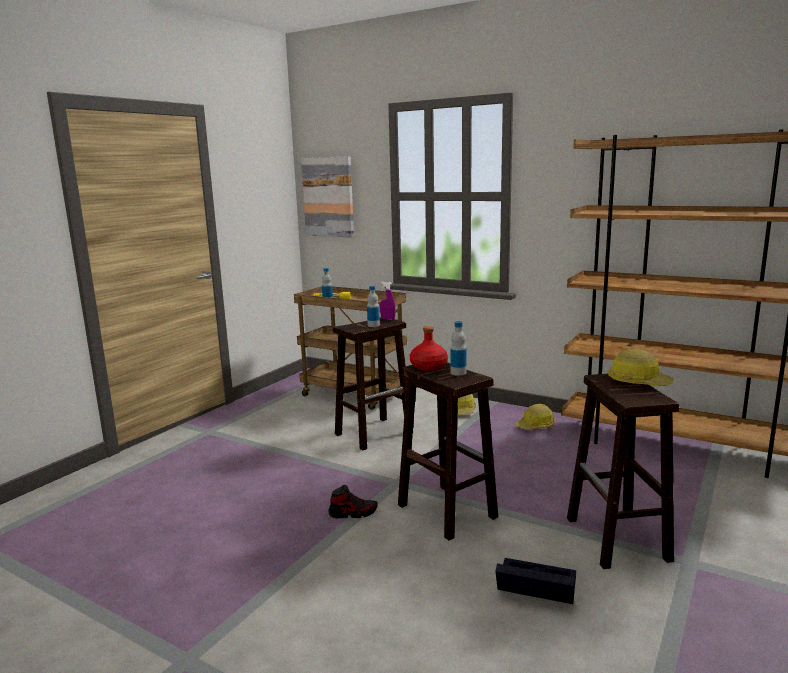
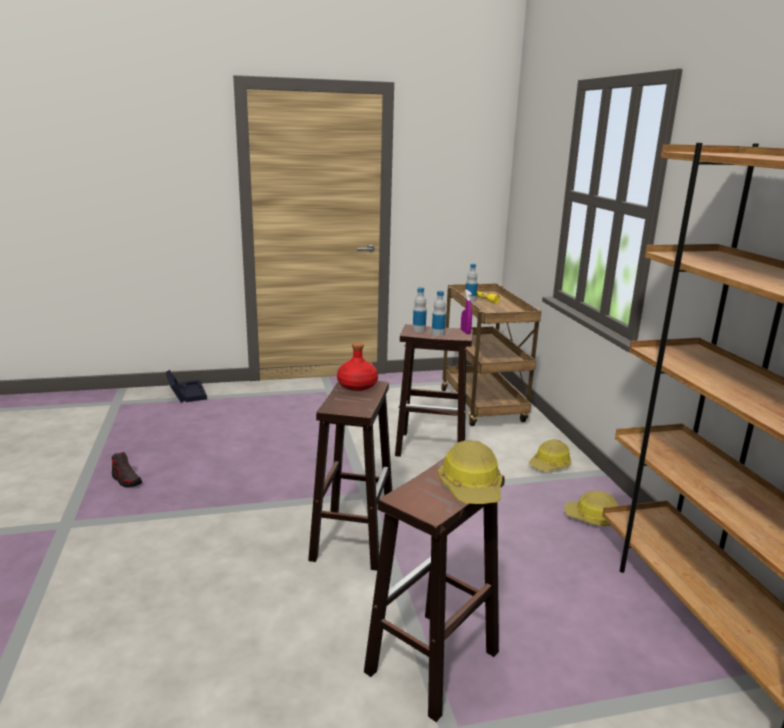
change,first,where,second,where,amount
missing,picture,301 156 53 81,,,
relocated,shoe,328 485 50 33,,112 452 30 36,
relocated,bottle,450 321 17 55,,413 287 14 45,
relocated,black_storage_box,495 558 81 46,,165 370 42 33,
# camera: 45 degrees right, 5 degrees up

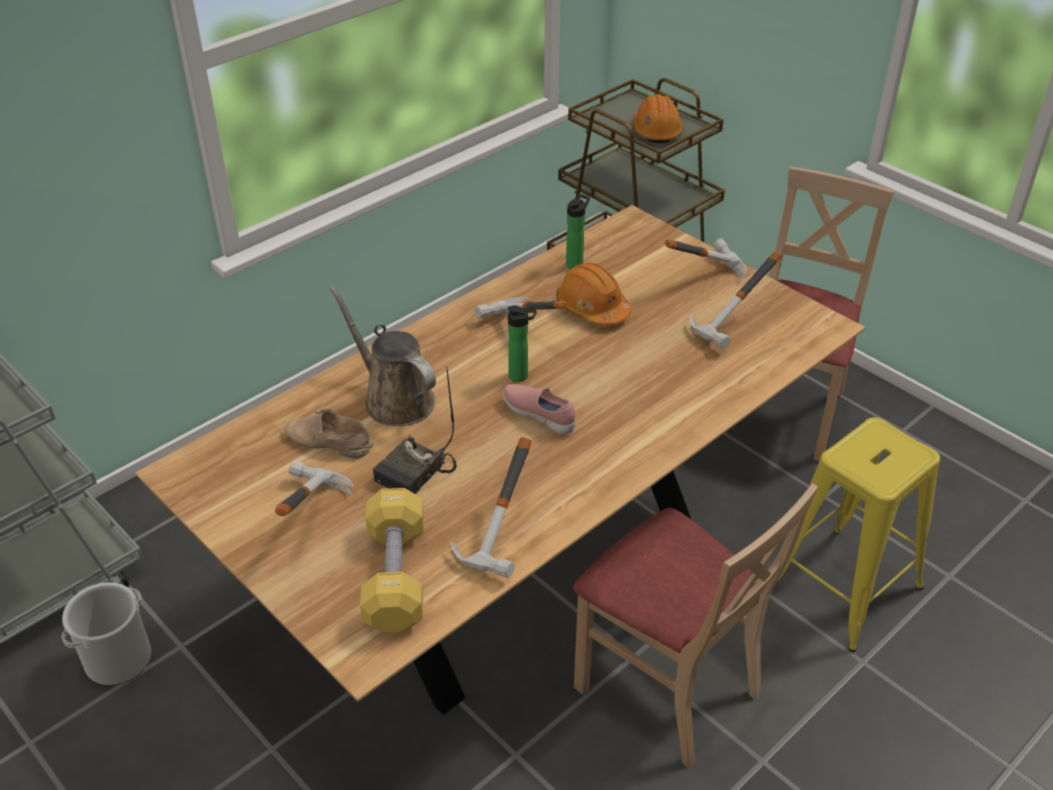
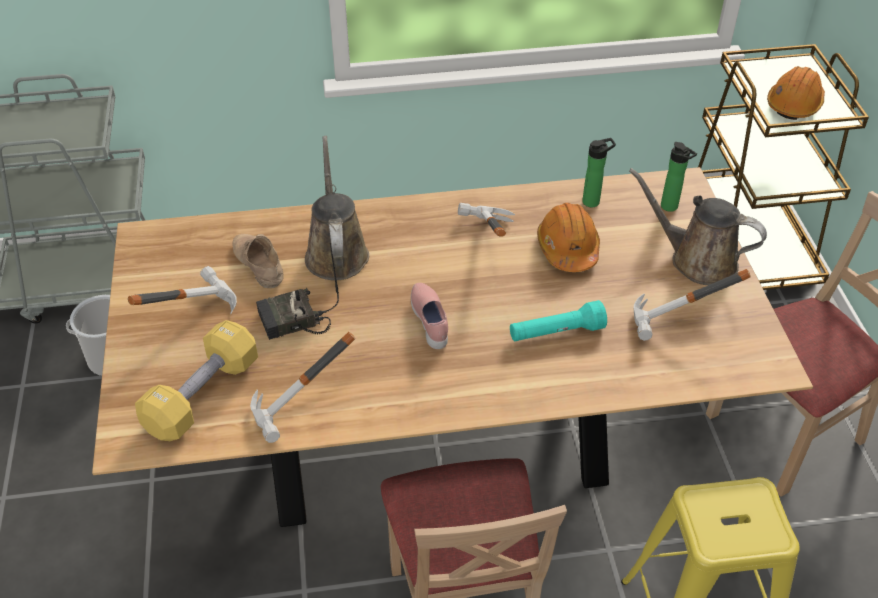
change,first,where,second,where,amount
appeared,,,turquoise_flashlight,510 300 97 41,
relocated,bottle,508 305 29 77,,661 142 36 70,
exchanged,hammer,665 239 82 41,brown_watering_can,629 168 138 117,
# camera: 35 degrees right, 5 degrees up

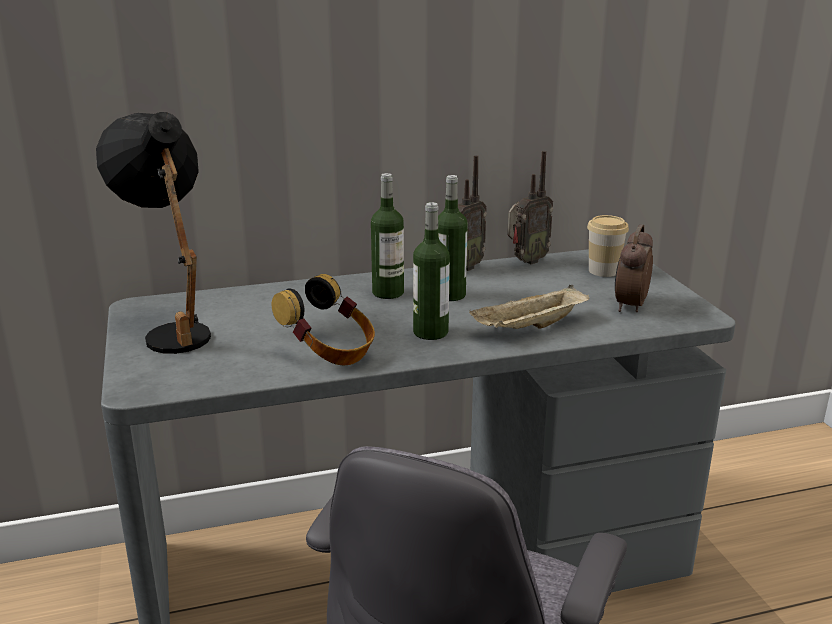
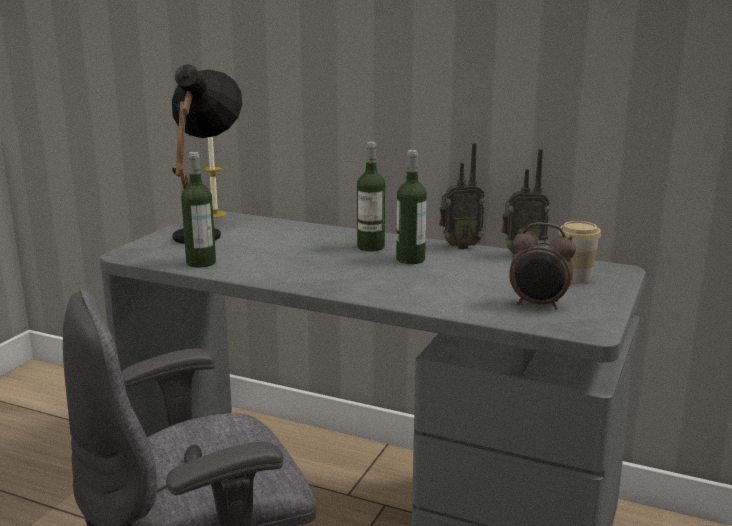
change,first,where,second,where,amount
missing,headphones,272 274 103 91,,,
missing,beige_tray,469 285 120 44,,,
appeared,,,candle,202 137 25 81,
relocated,bottle,413 202 37 138,,181 152 35 115,
spun,alarm_clock,615 224 38 88,,509 223 67 87,135 degrees counterclockwise
# camera: 40 degrees right, 5 degrees down

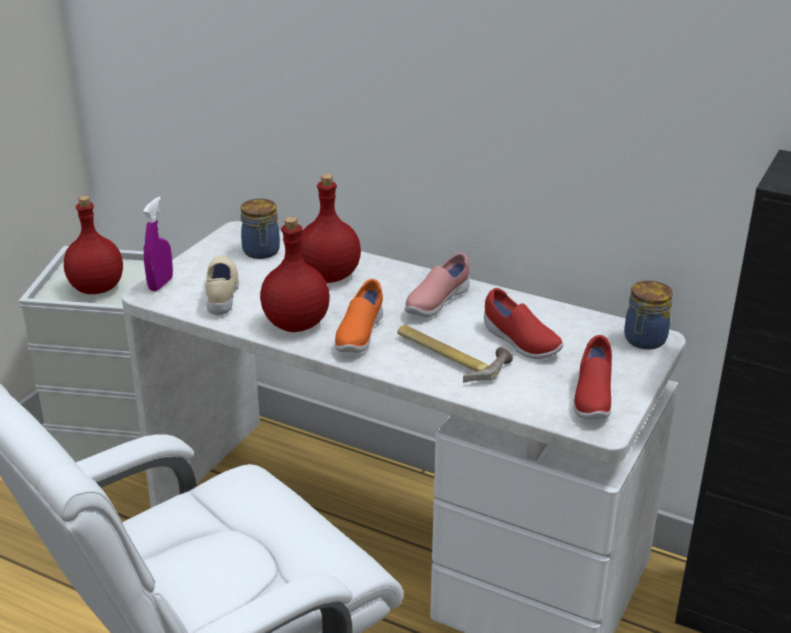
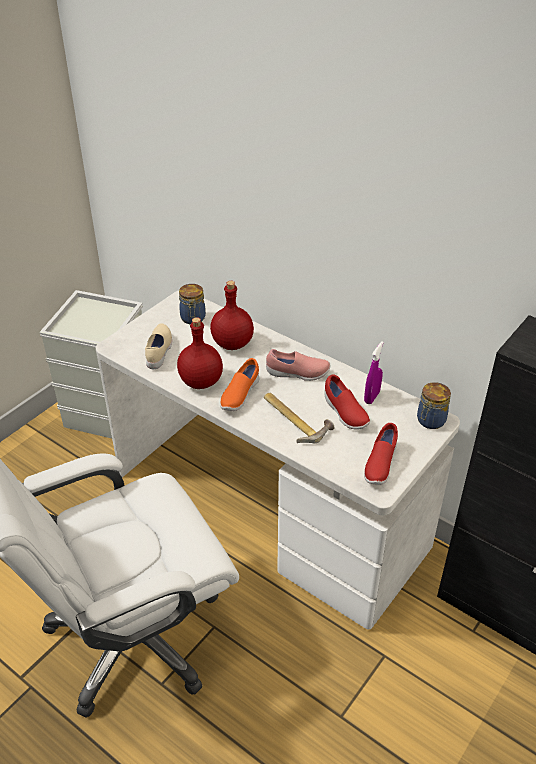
change,first,where,second,where,amount
missing,red_bottle,64 196 59 98,,,
relocated,purple_spray_bottle,143 197 30 94,,364 341 20 63,
spun,pink_shoe,405 253 65 64,,266 349 64 32,135 degrees counterclockwise
# camera: 10 degrees right, 10 degrees up

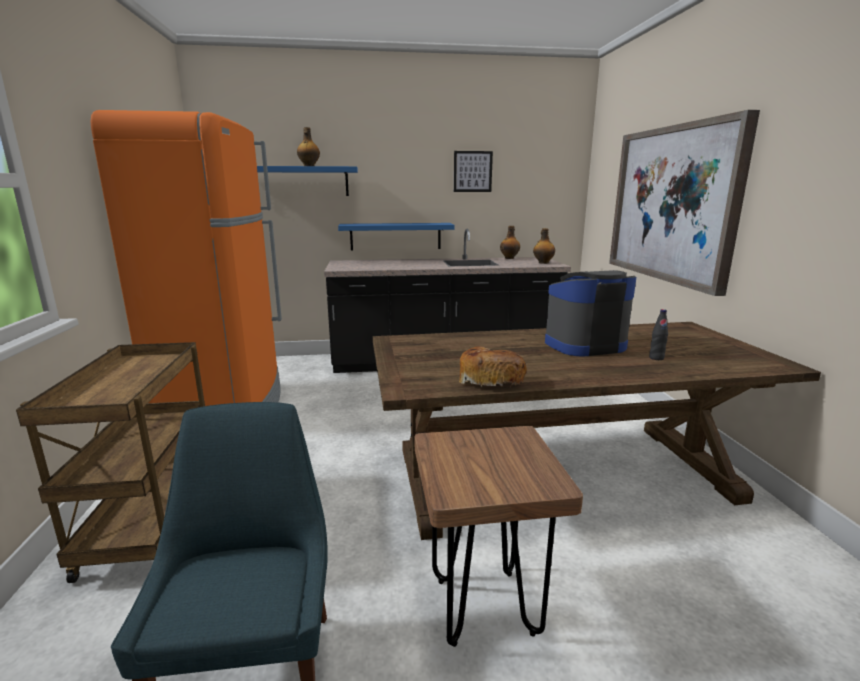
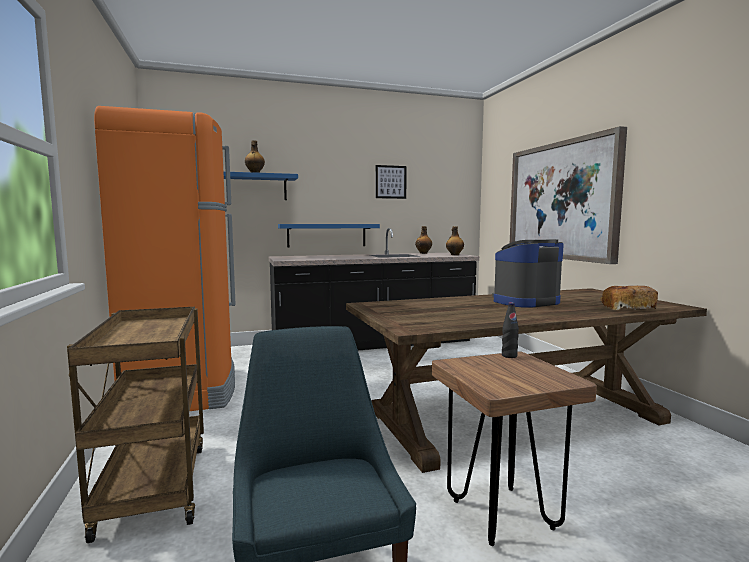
change,first,where,second,where,amount
relocated,bread,459 346 68 42,,600 286 58 24,
relocated,black_bottle,649 309 19 51,,502 302 17 56,
# camera: 10 degrees left, 10 degrees down

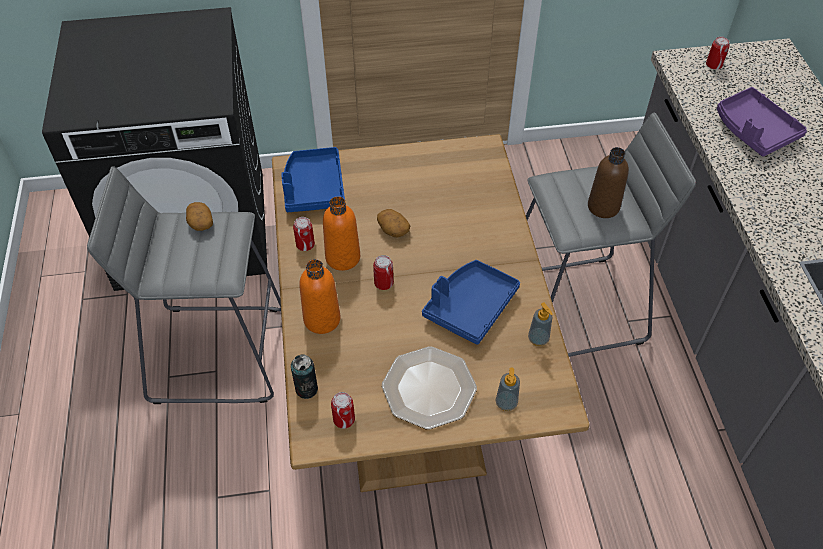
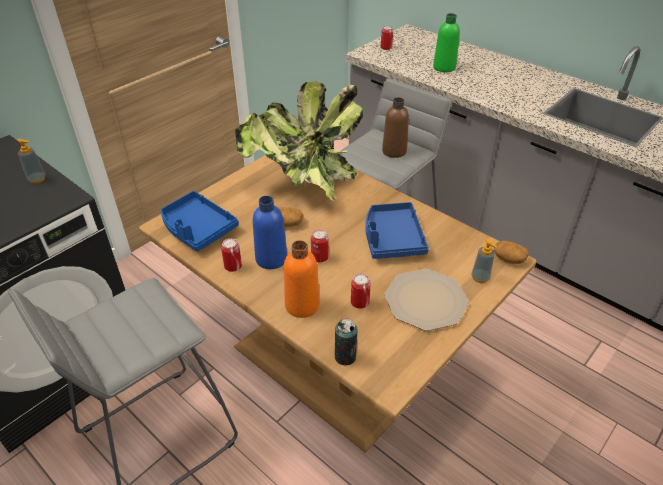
change,first,where,second,where,amount
appeared,,,potted_plant,235 81 128 119,
relocated,potato,186 202 27 29,,494 241 35 23,
relocated,can,331 392 24 37,,351 273 20 36,
relocated,soap_dispenser,528 302 25 44,,17 139 29 45,
exchanged,purple_tray,717 87 90 70,green_bottle,433 13 27 59,
colour,orange_bottle,323 196 37 75,blue_bottle,253 196 34 73,
# camera: 40 degrees left, 10 degrees down

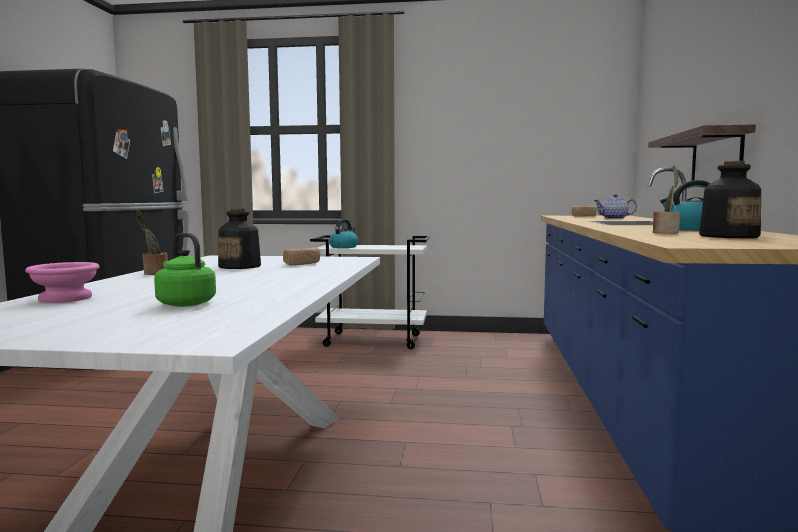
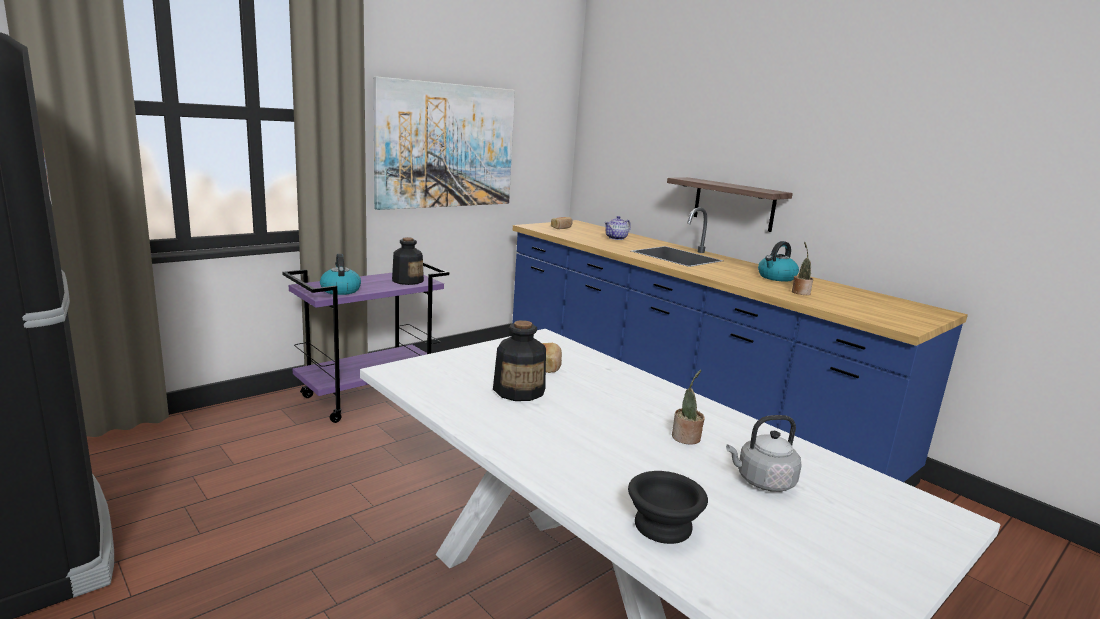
change,first,where,second,where,amount
appeared,,,picture,373 76 142 134,
relocated,potted_plant,136 210 32 65,,672 370 33 75,
relocated,bottle,699 161 62 77,,392 237 32 48,
colour,pink_bowl,25 262 75 41,black_bowl,628 471 80 73,
colour,green_kettle,154 233 62 74,grey_kettle,726 415 76 77,
colour,white_cart,310 235 120 114,purple_cart,282 262 167 161,
# camera: 50 degrees left, 10 degrees up

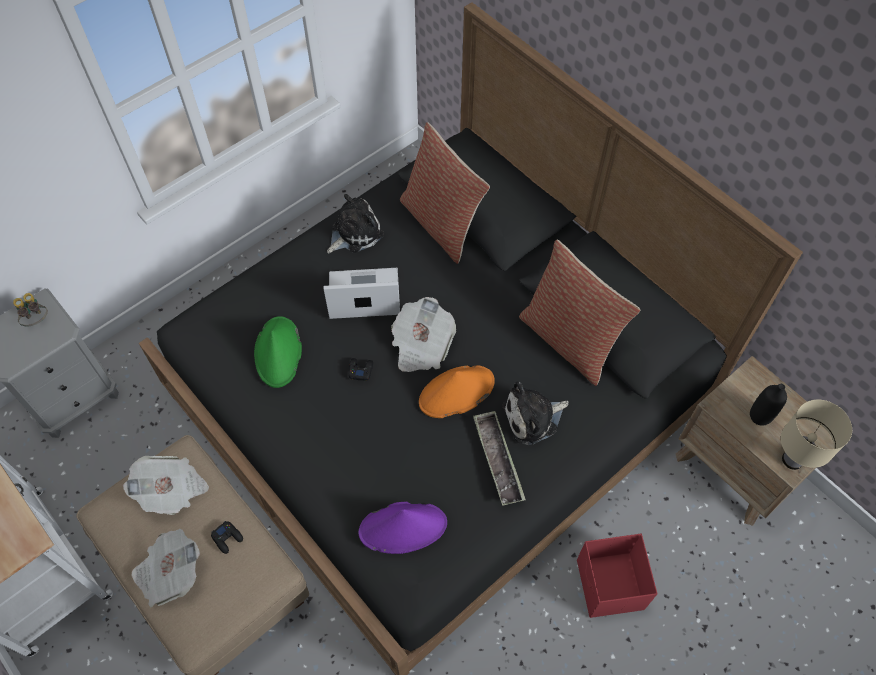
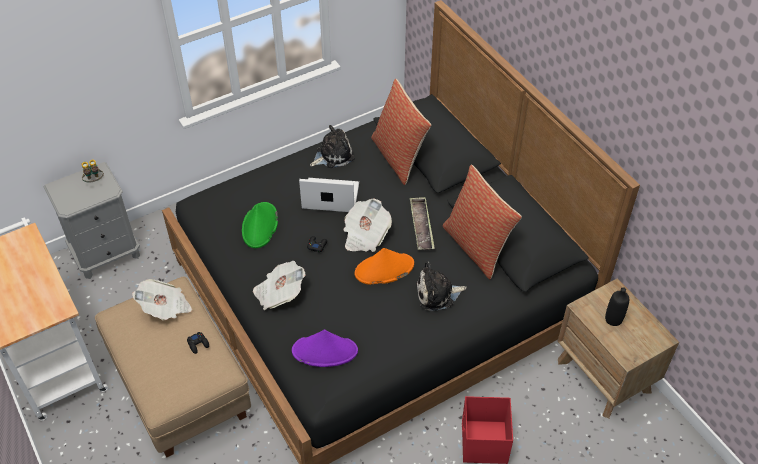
change,first,where,second,where,amount
missing,beige_table_lamp,781 400 71 70,,,
relocated,newspaper,131 529 69 79,,253 261 53 49,
relocated,tray,473 411 53 95,,410 197 25 53,
# camera: 10 degrees right, 10 degrees down

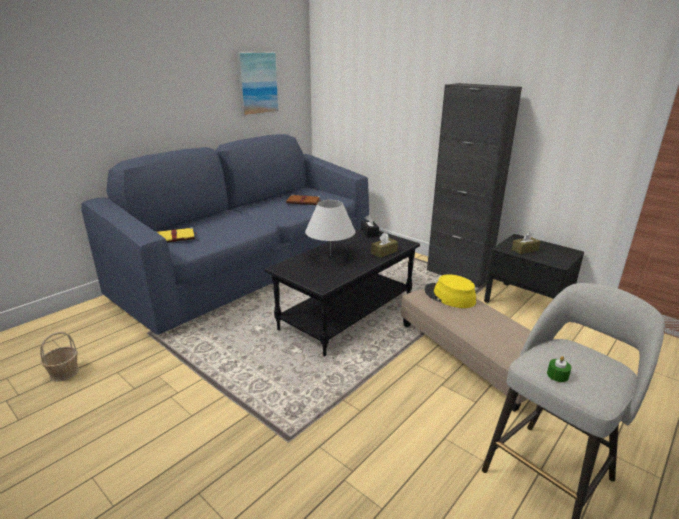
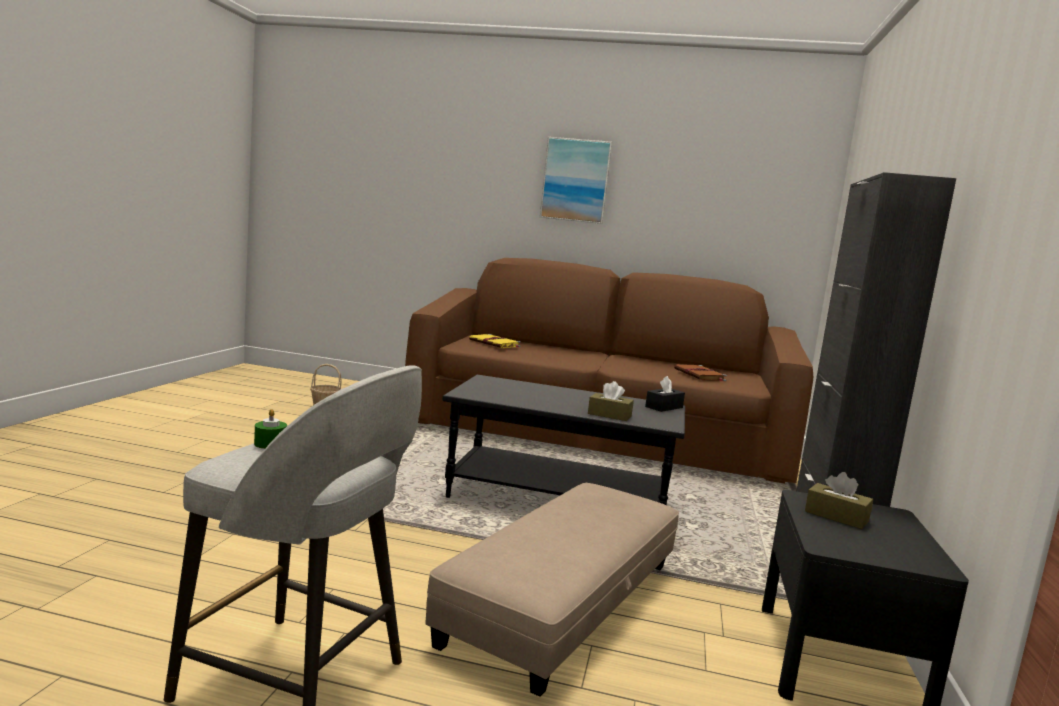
change,first,where,second,where,amount
missing,white_table_lamp,305 200 50 57,,,
missing,yellow_hat,424 274 52 34,,,
relocated,picture,236 52 43 64,,540 137 72 87,
colour,blue_sofa,81 134 288 201,brown_sofa,405 258 408 225,
# camera: 60 degrees right, 15 degrees down

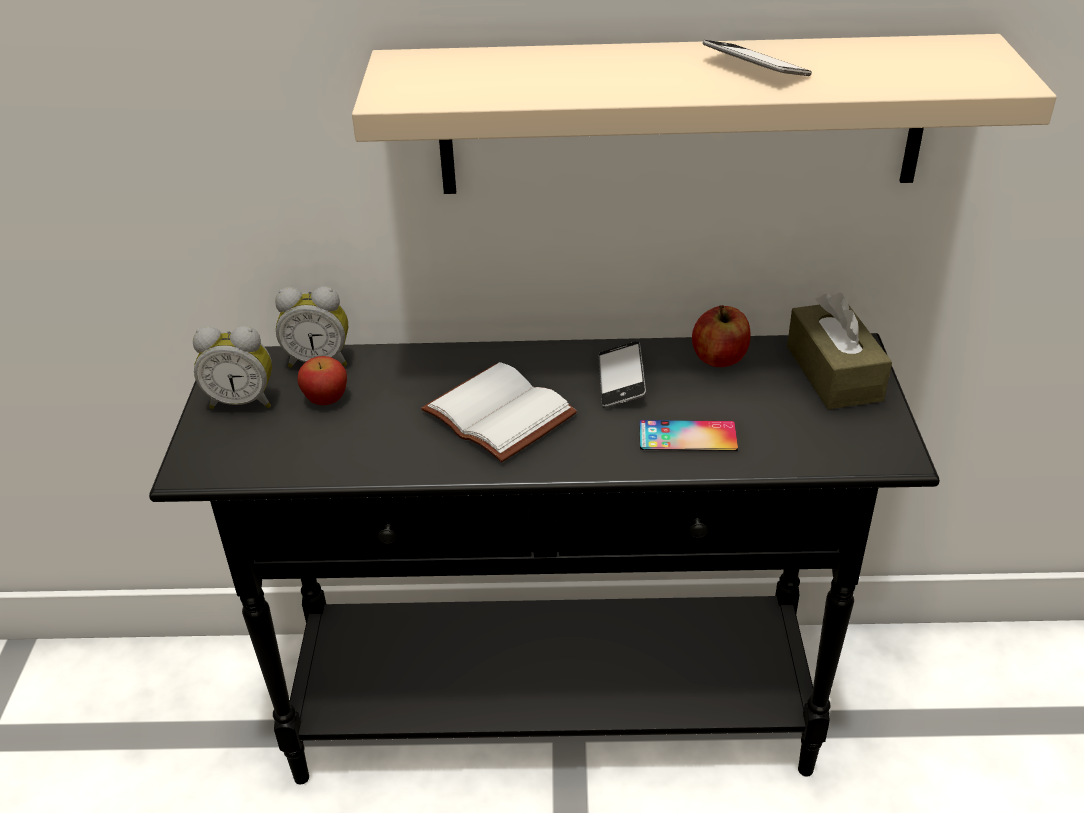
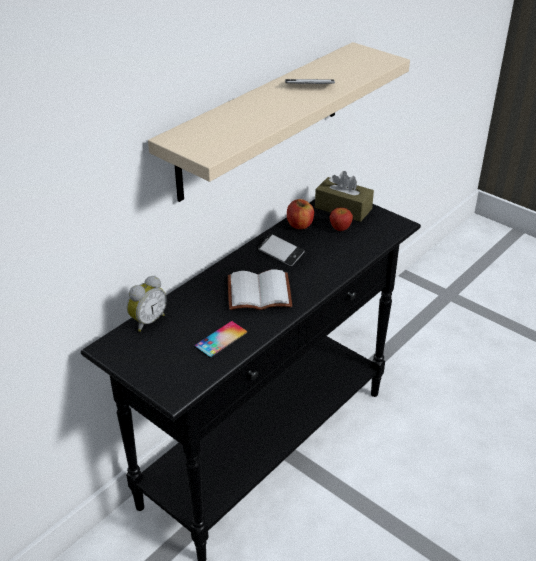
change,first,where,second,where,amount
missing,alarm_clock,193 326 79 83,,,
relocated,apple,298 356 49 49,,330 208 23 23,
relocated,phone,639 420 99 31,,194 321 53 37,
# camera: 50 degrees left, 0 degrees up

